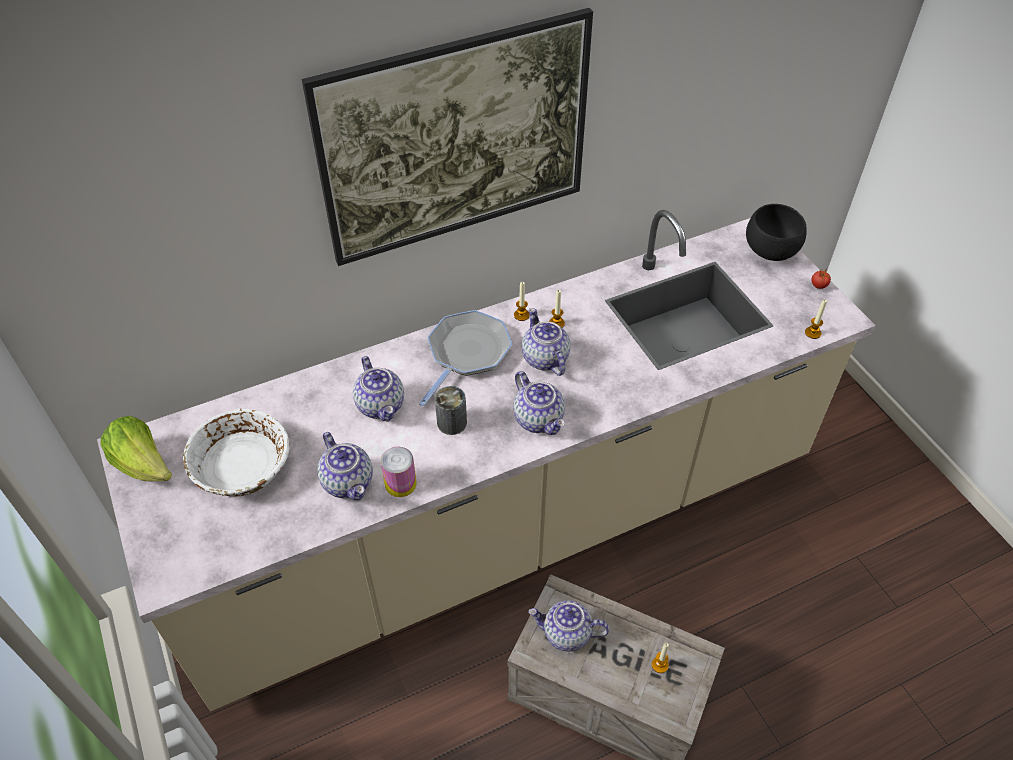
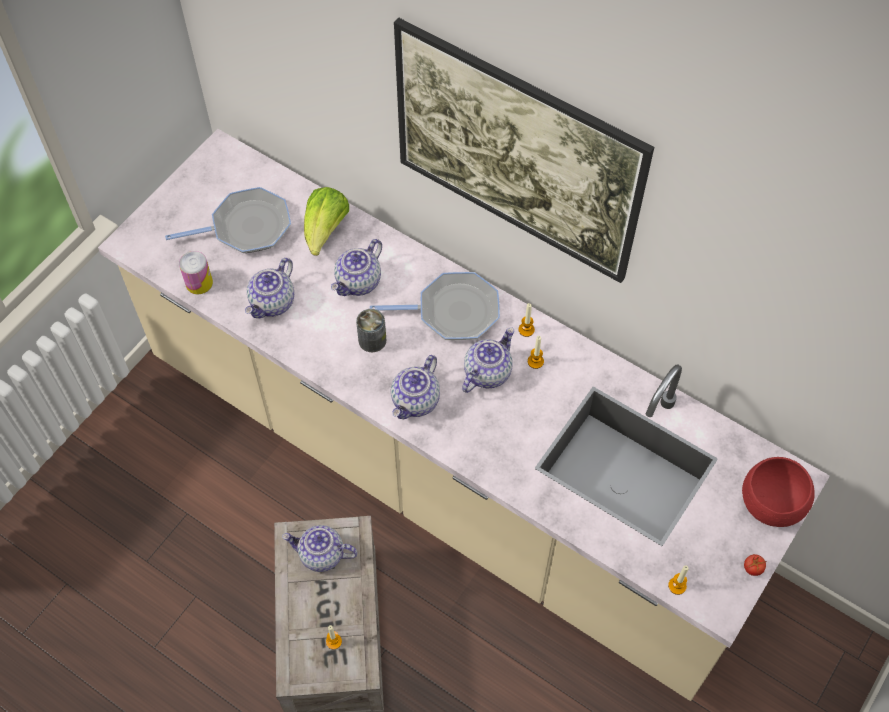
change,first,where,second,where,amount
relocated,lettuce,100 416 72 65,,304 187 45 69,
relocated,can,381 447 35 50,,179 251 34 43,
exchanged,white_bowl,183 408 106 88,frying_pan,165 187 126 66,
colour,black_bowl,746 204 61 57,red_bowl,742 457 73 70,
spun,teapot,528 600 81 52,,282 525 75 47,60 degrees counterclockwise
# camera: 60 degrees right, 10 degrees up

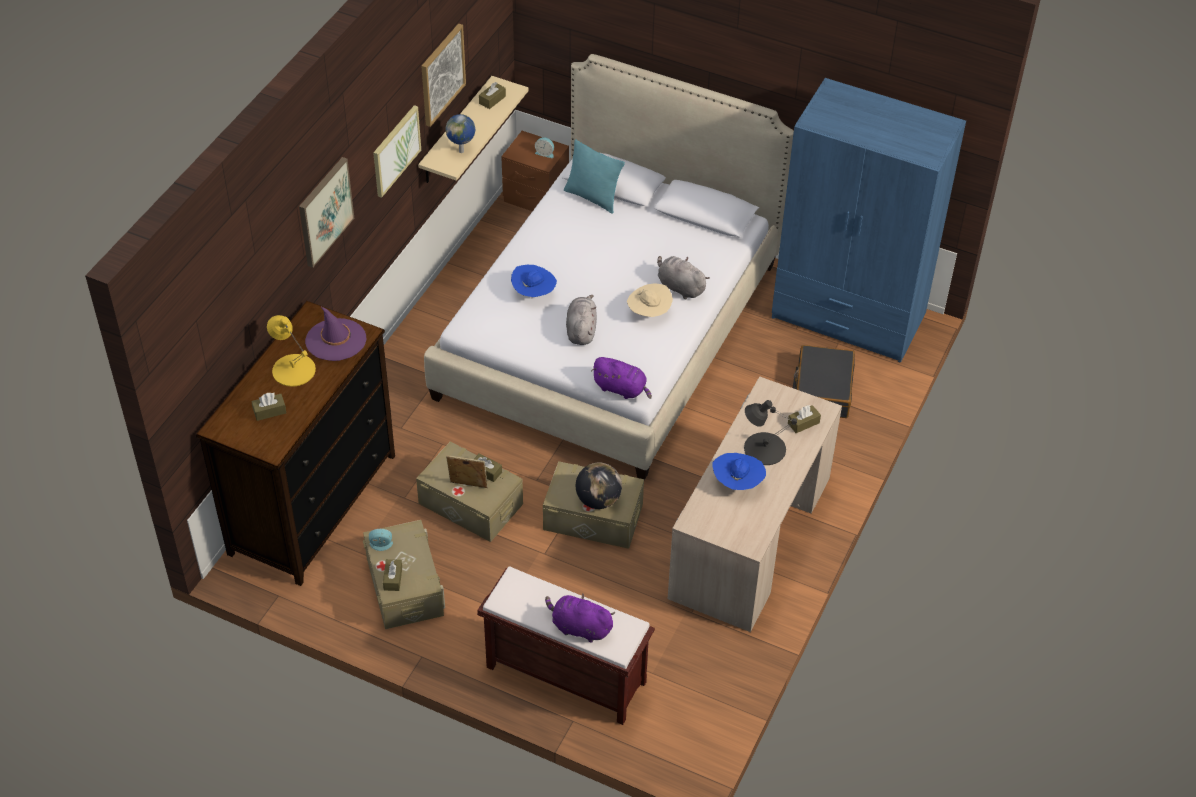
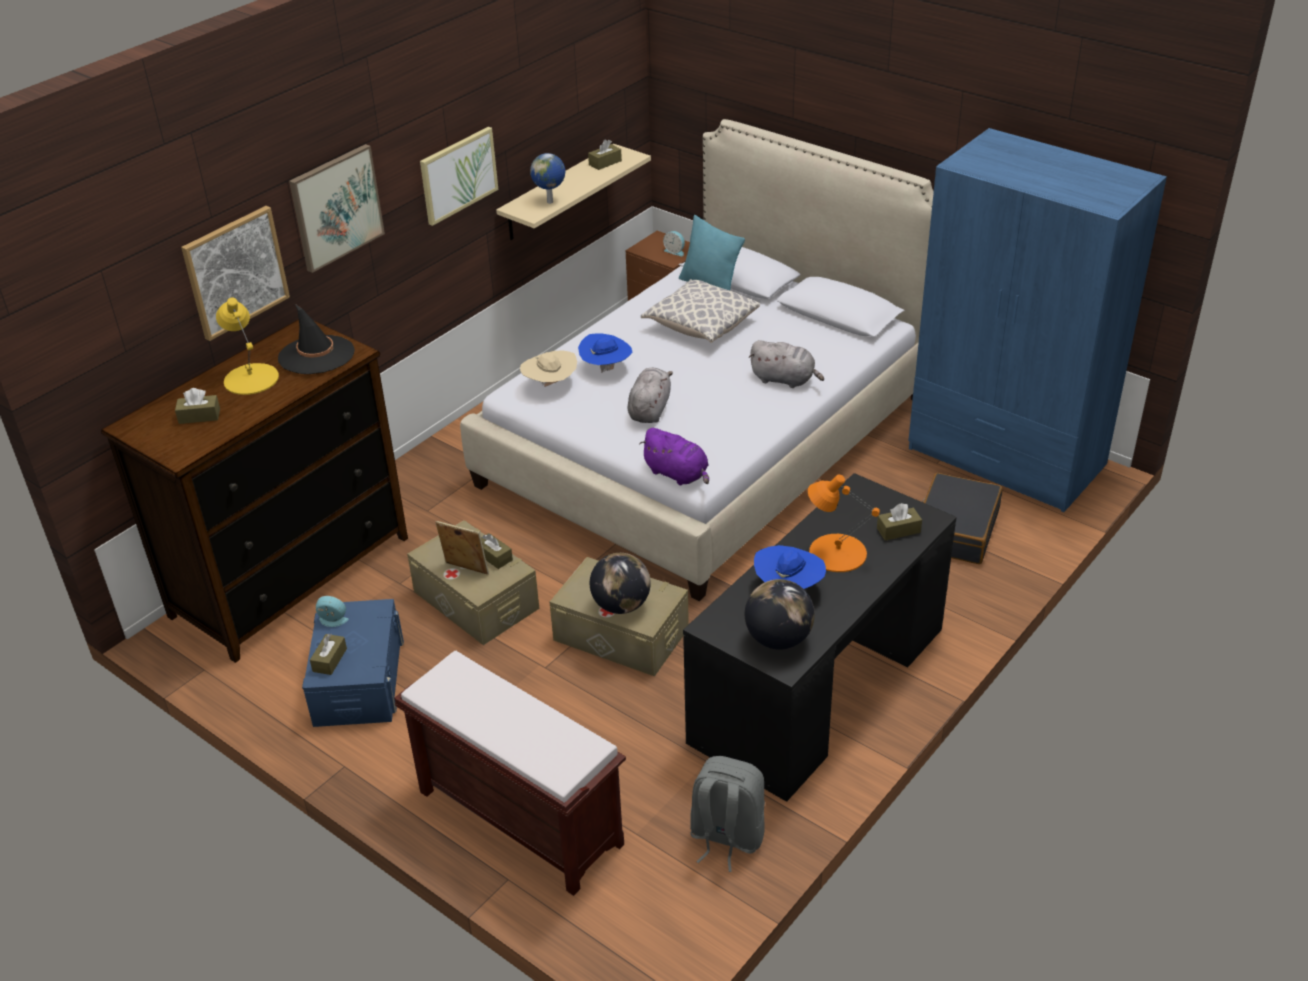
change,first,where,second,where,amount
missing,purple_plush_toy,545 593 70 50,,,
appeared,,,pillow,641 279 119 64,
appeared,,,grey_backpack,690 756 75 116,
appeared,,,globe,745 579 70 71,
relocated,picture,421 23 45 104,,181 206 109 135,
relocated,beige_hat,627 283 46 34,,520 350 57 37,
colour,purple_hat,305 307 61 54,black_hat,278 304 77 70,
colour,beige_storage_box,363 520 82 109,blue_storage_box,302 599 102 128,
colour,beige_desk,668 376 174 256,black_desk,683 473 274 329,
colour,black_table_lamp,744 400 53 65,orange_table_lamp,808 474 72 98,
spun,grey_plush_toy,657 256 53 43,,749 340 75 48,150 degrees clockwise
# camera: 15 degrees right, 10 degrees down

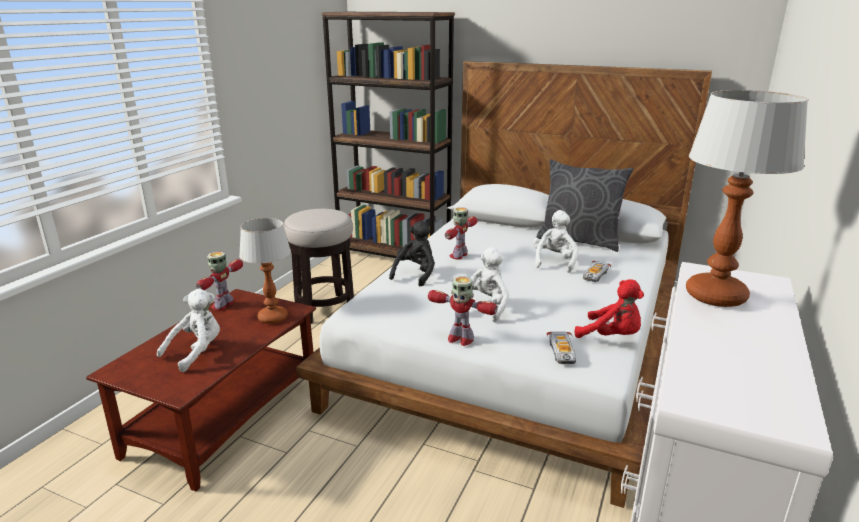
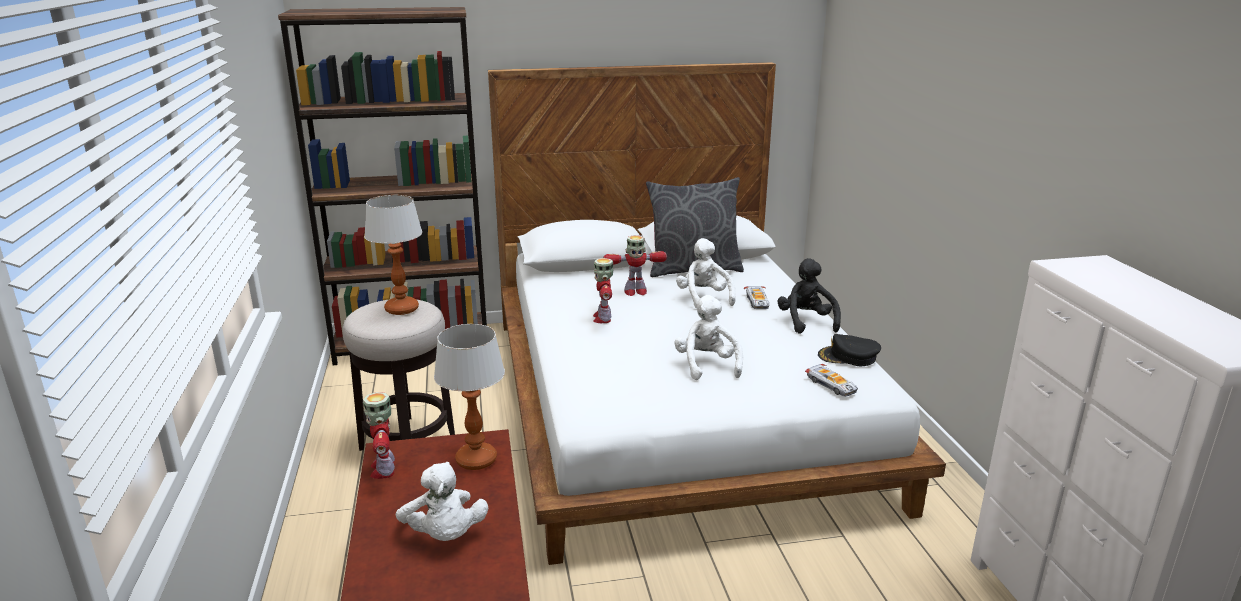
change,first,where,second,where,amount
relocated,black_plush_toy,389 221 46 65,,777 258 64 76,
relocated,toy_robot,428 276 70 70,,603 235 64 61,
relocated,table_lamp,686 90 122 217,,364 195 58 120,
exchanged,red_plush_toy,574 279 70 59,black_cap,818 334 63 32,
spun,white_plush_toy,157 289 63 83,,396 462 92 79,150 degrees clockwise
# camera: 35 degrees left, 0 degrees up

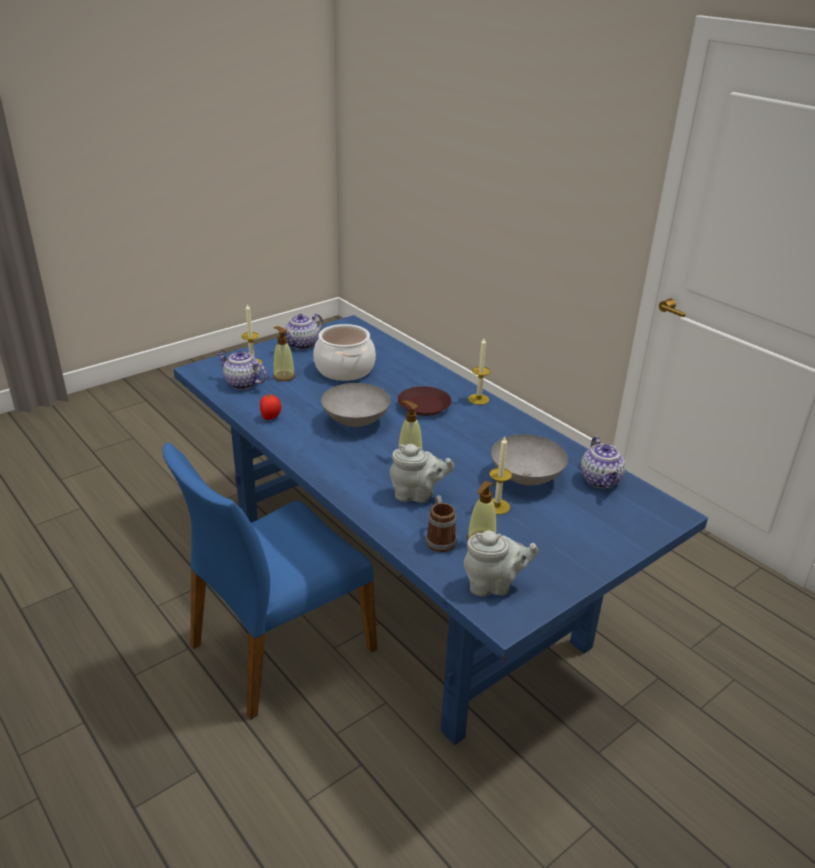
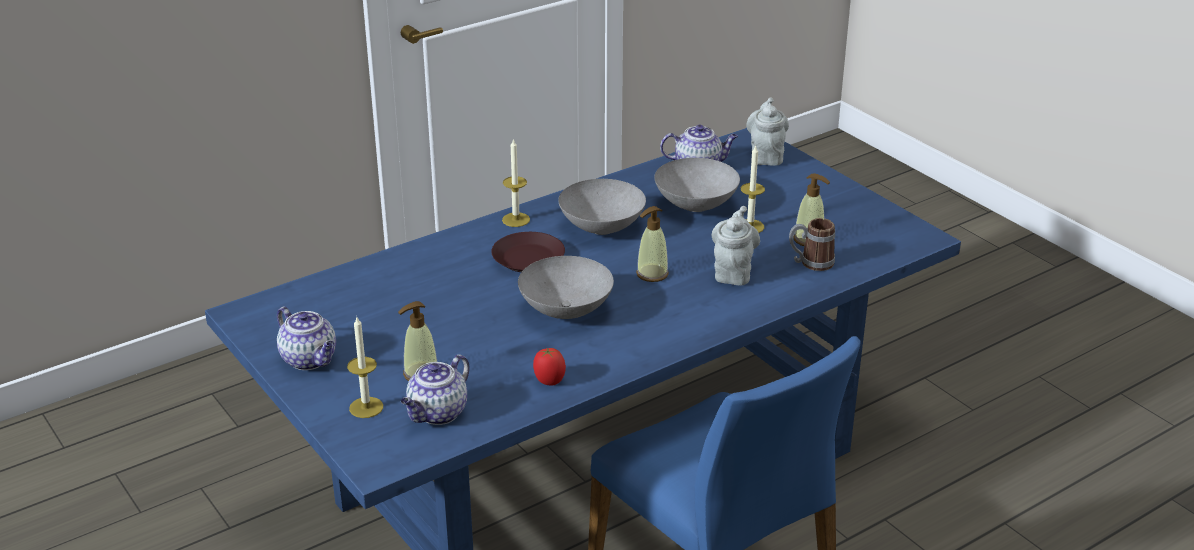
change,first,where,second,where,amount
missing,cooking_pot,313 324 63 57,,,
appeared,,,grey_bowl,558 179 88 56,
relocated,grey_teapot,464 531 74 65,,746 97 43 69,
# camera: 85 degrees left, 0 degrees up

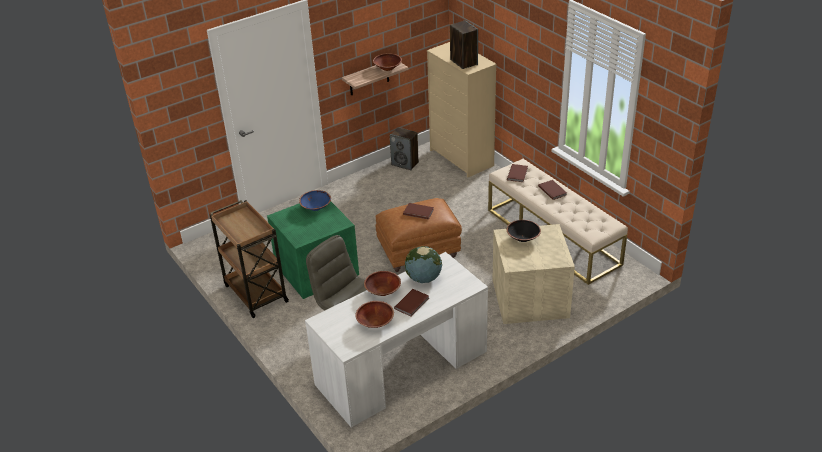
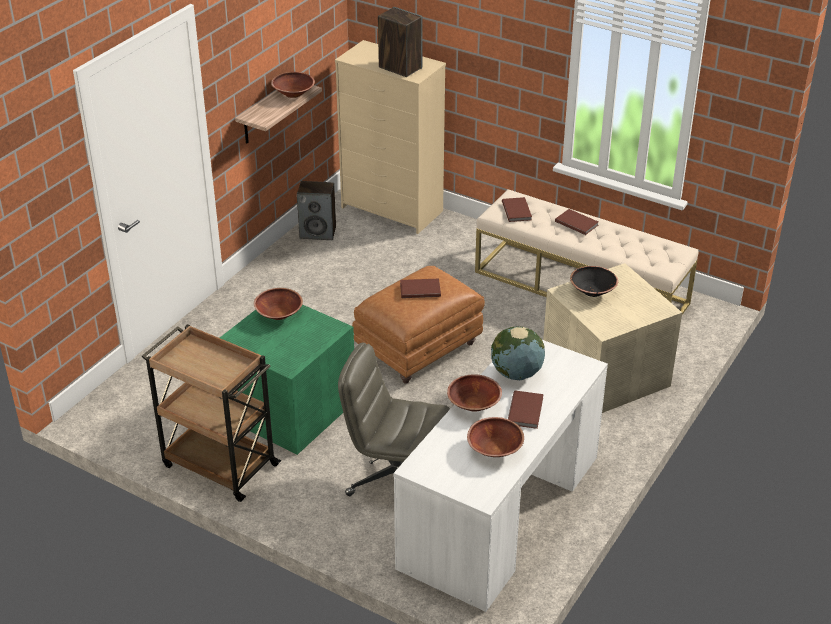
change,first,where,second,where,amount
colour,blue_bowl,299 190 32 21,brown_bowl,254 288 49 32,
# camera: 25 degrees left, 0 degrees up

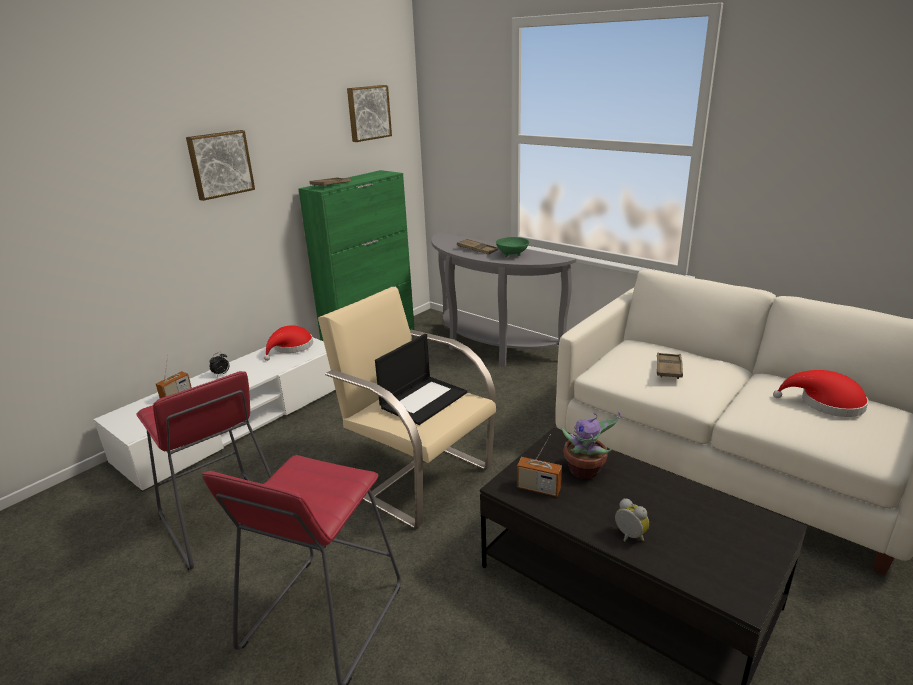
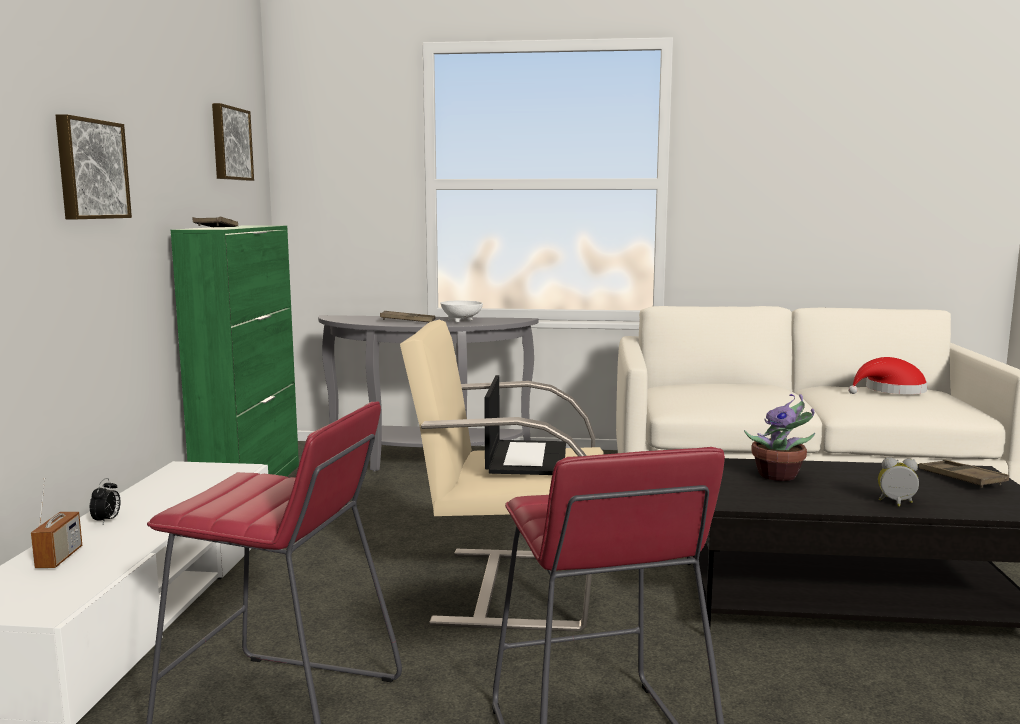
change,first,where,second,where,amount
missing,red_hat,264 325 49 36,,,
missing,radio,517 434 45 63,,,
relocated,brown_tray,657 352 26 27,,919 460 90 28,
colour,green_bowl,496 237 33 20,white_bowl,440 301 43 22,
# camera: 35 degrees left, 15 degrees down

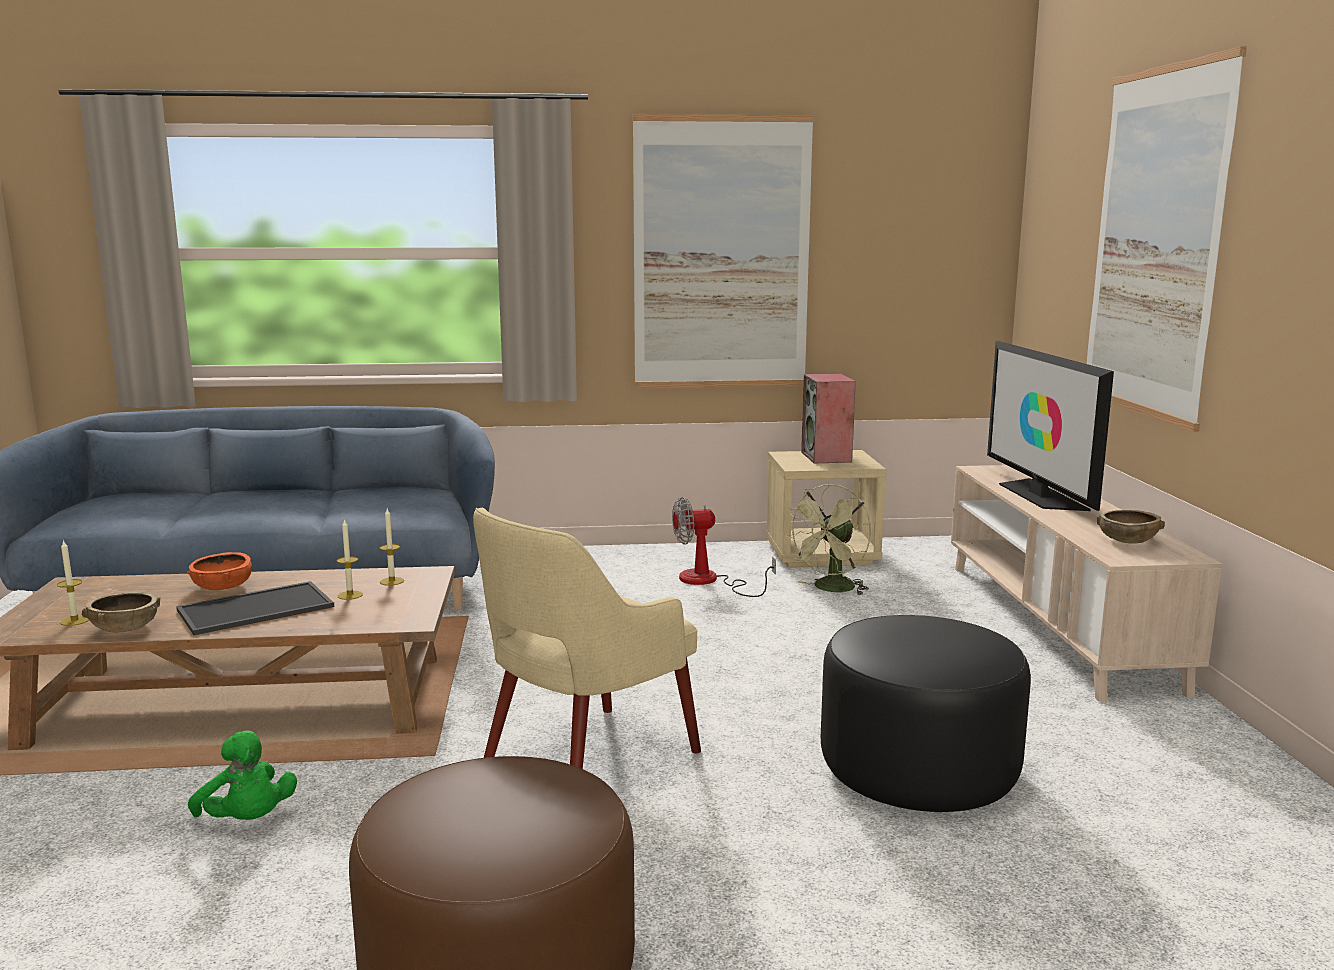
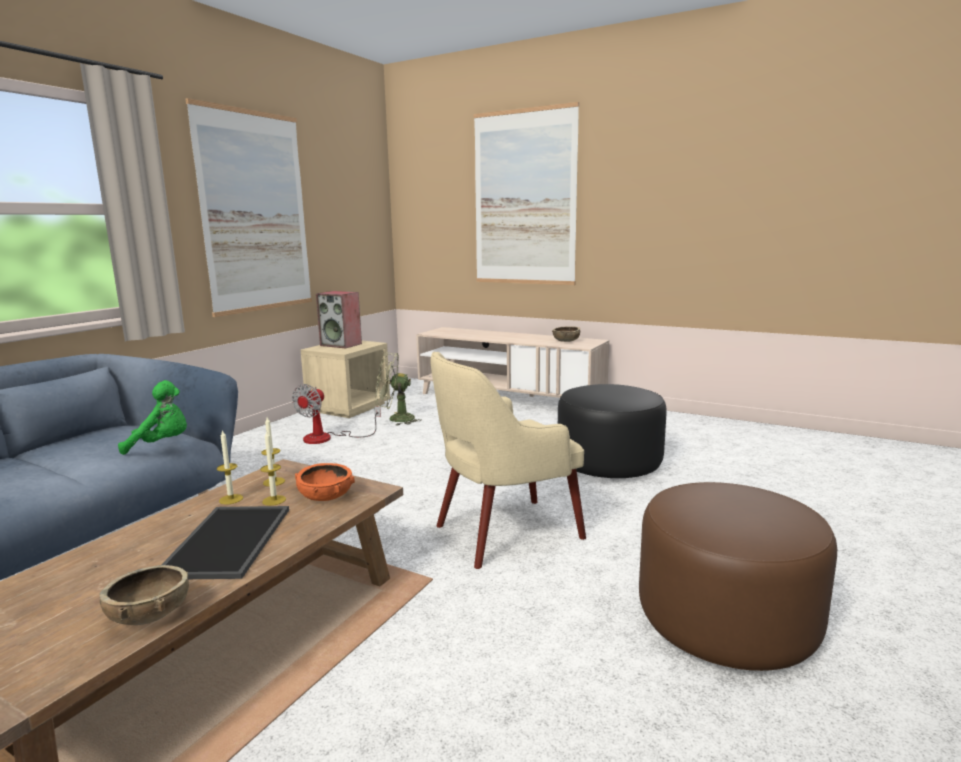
change,first,where,second,where,amount
missing,television,987 341 127 170,,,
relocated,candle,57 540 32 86,,217 430 26 75,
relocated,orange_bowl,187 552 65 38,,295 463 60 38,
relocated,green_plush_toy,188 730 109 90,,118 380 69 75,
spun,beige_armchair,473 508 228 261,,431 352 155 217,75 degrees clockwise
spun,green_fan,784 484 87 111,,375 352 46 74,105 degrees clockwise
# camera: 55 degrees left, 0 degrees up

